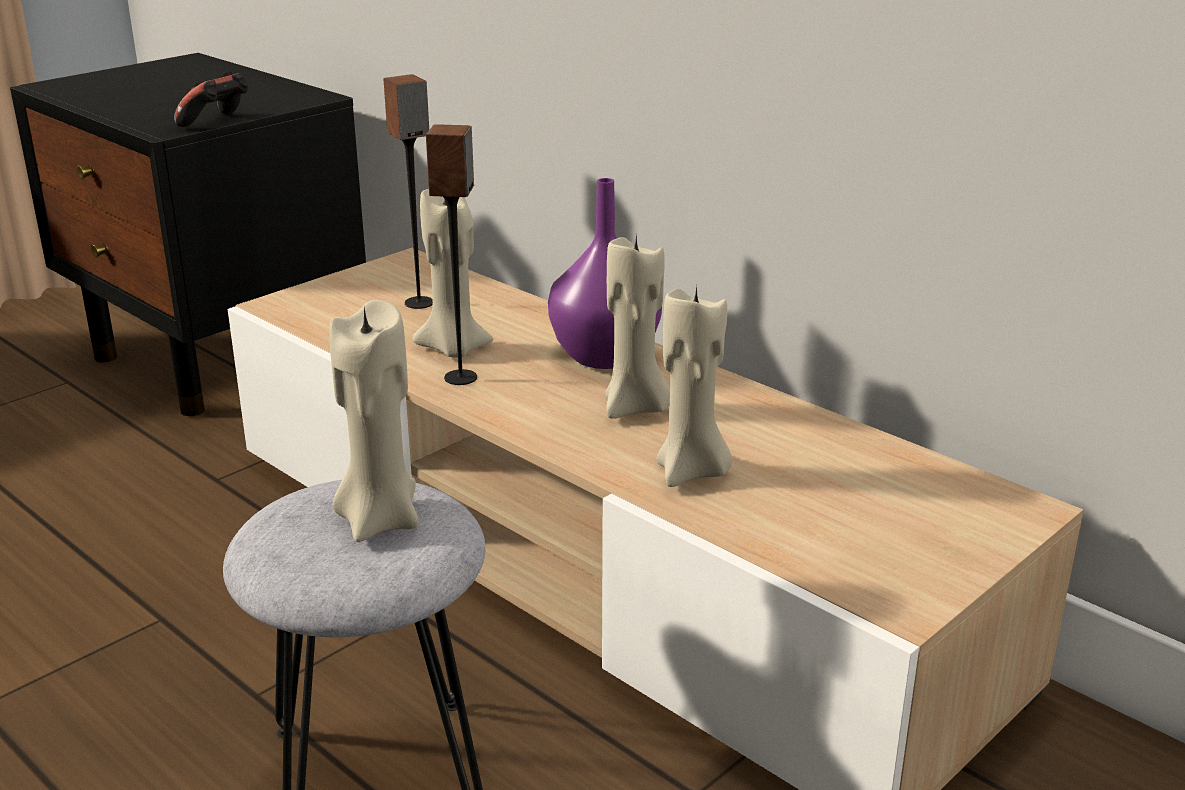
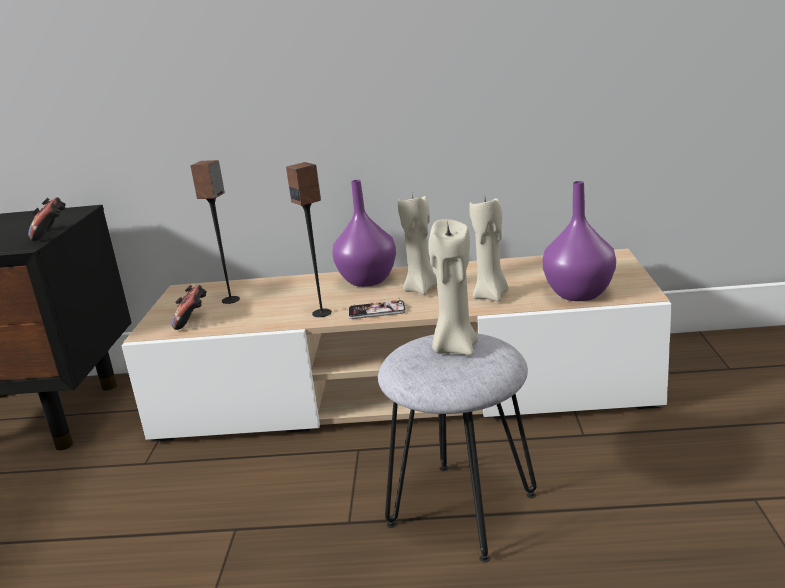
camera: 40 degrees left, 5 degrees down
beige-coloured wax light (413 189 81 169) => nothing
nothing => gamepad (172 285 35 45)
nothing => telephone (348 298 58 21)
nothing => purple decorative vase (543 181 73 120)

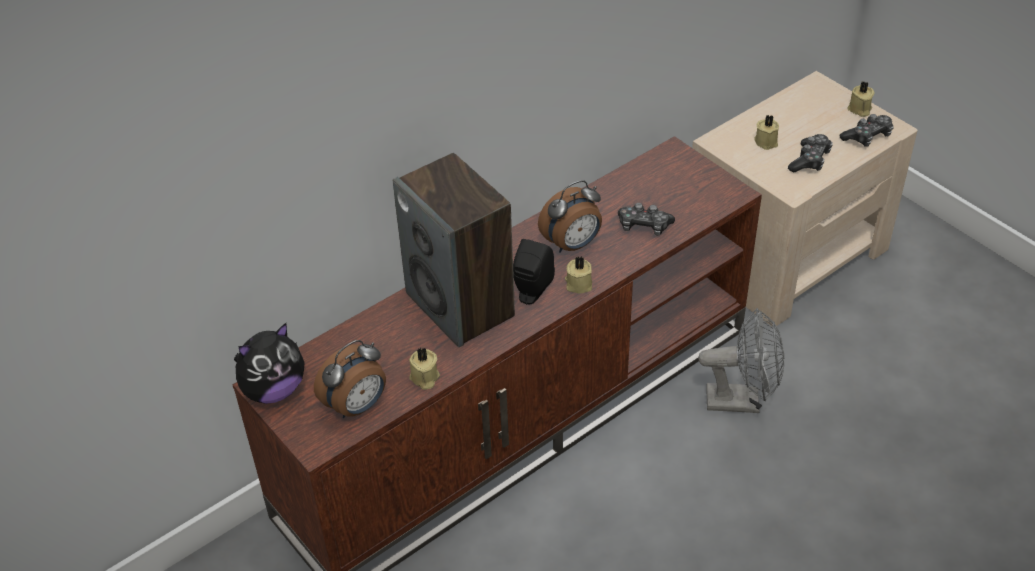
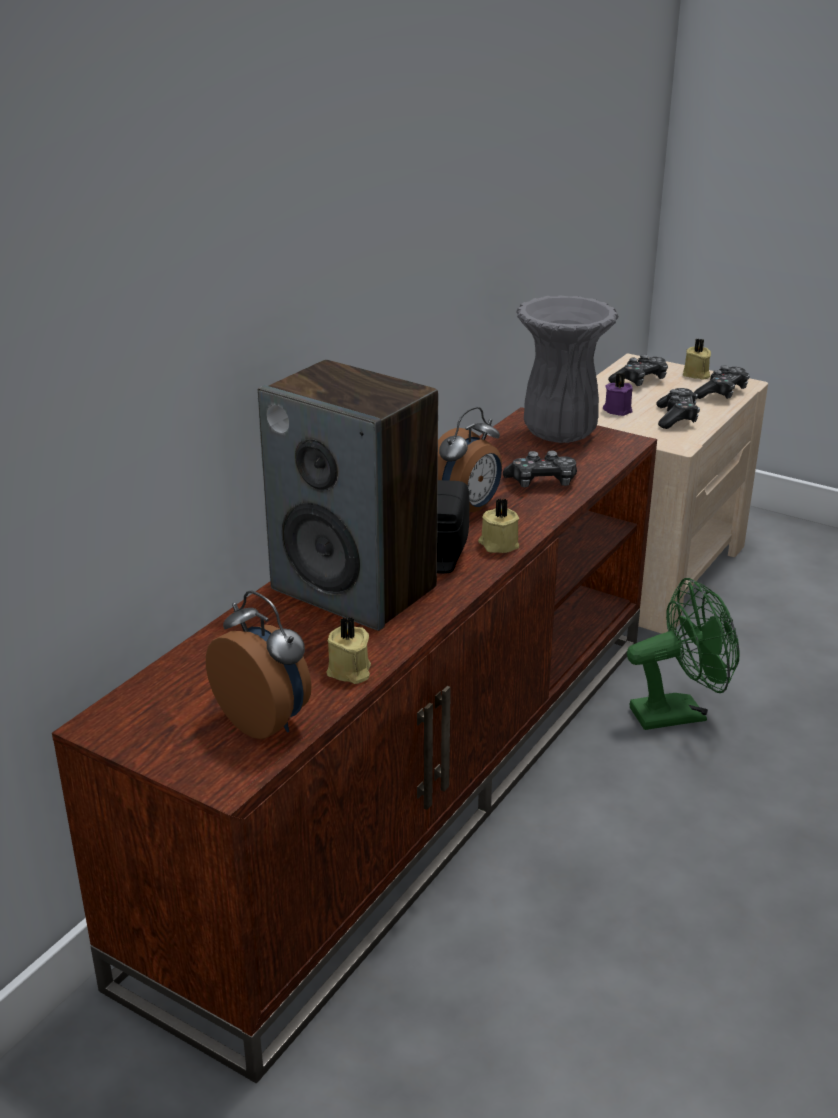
camera: 20 degrees left, 15 degrees down
soft toy (234 323 71 81) => nothing
alarm clock (314 340 72 78) => alarm clock (206 590 106 149), 75 degrees counterclockwise
greyish fan (698 308 86 105) => green-coloured fan (627 578 113 152)
beige-coloured wax light (754 115 25 35) => purple wax light (603 373 30 43)
nothing => greyish decorative vase (516 295 102 148)
nothing => gamepad (608 354 60 32)

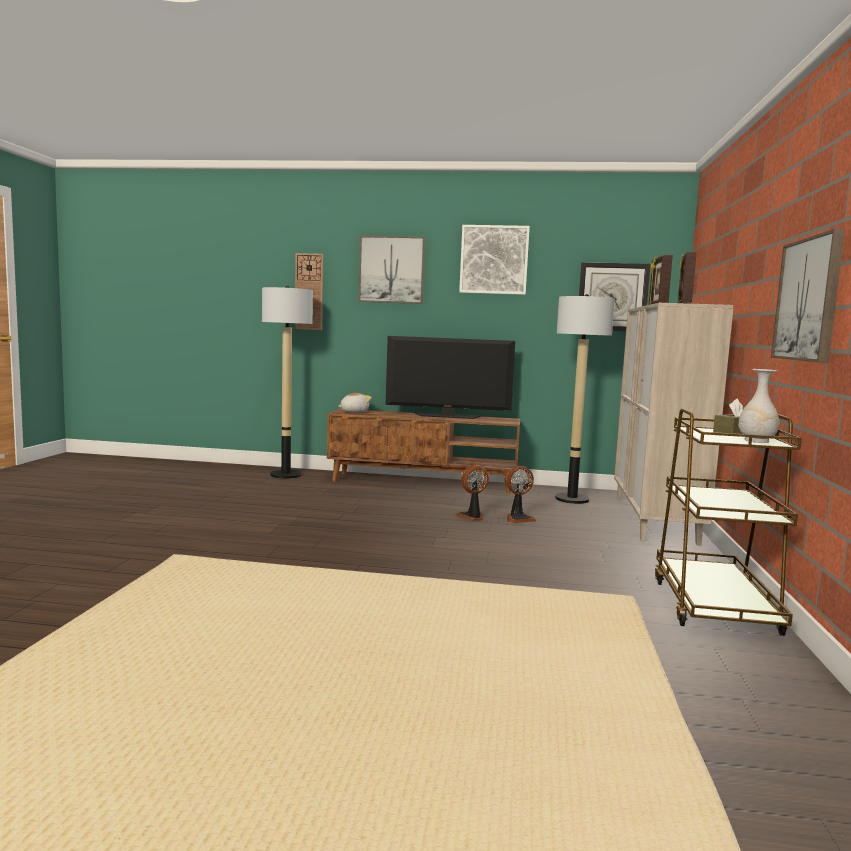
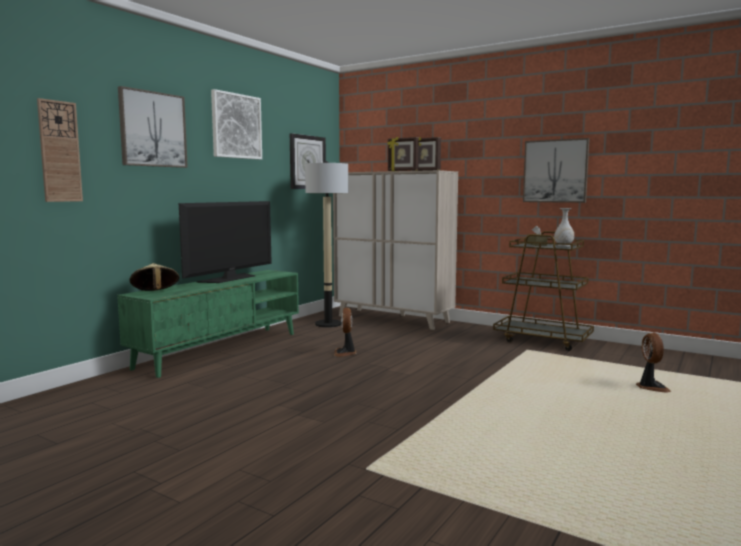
camera: 65 degrees left, 0 degrees up
floor lamp (262 286 51 193) => nothing
brownish media console (327 409 193 85) => green-coloured media console (117 270 182 108)
soft toy (338 393 34 19) => beige-coloured wearable hat (129 263 50 28)
fan (506 466 30 57) => fan (636 333 35 60), relocated

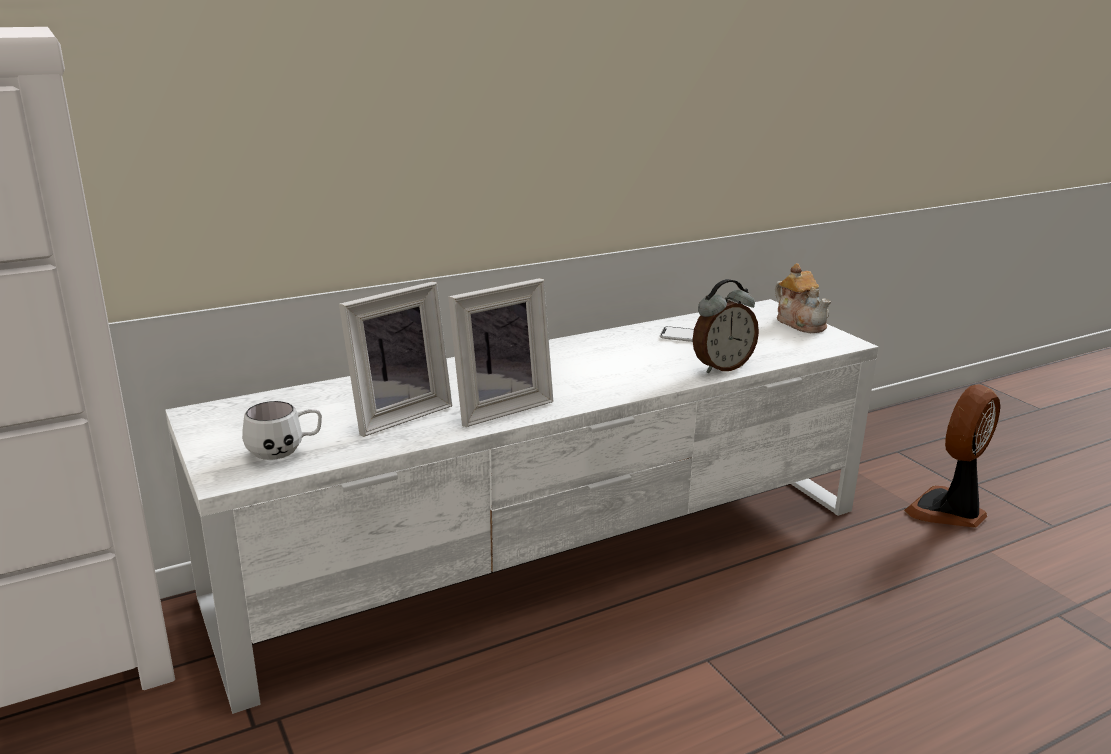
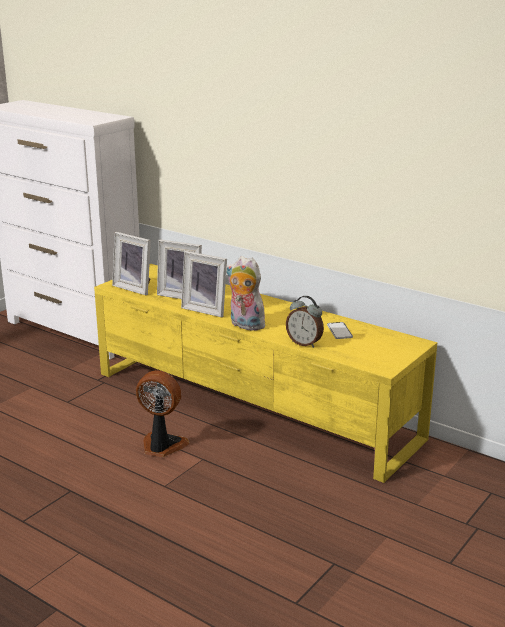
camera: 65 degrees right, 0 degrees up
white media console (165 299 713 415) => yellow media console (94 264 343 219)
white coffee mug (242 401 80 59) => photo frame (112 232 39 63)
tea pot (775 263 56 70) => nothing
fan (904 384 96 143) => fan (136 370 53 87), relocated
nothing => soft toy (226 256 39 75)

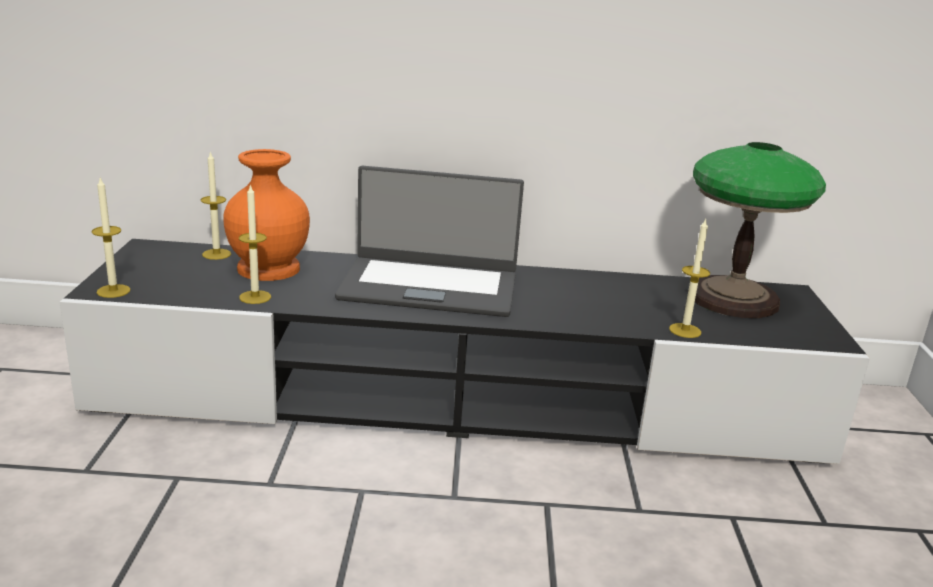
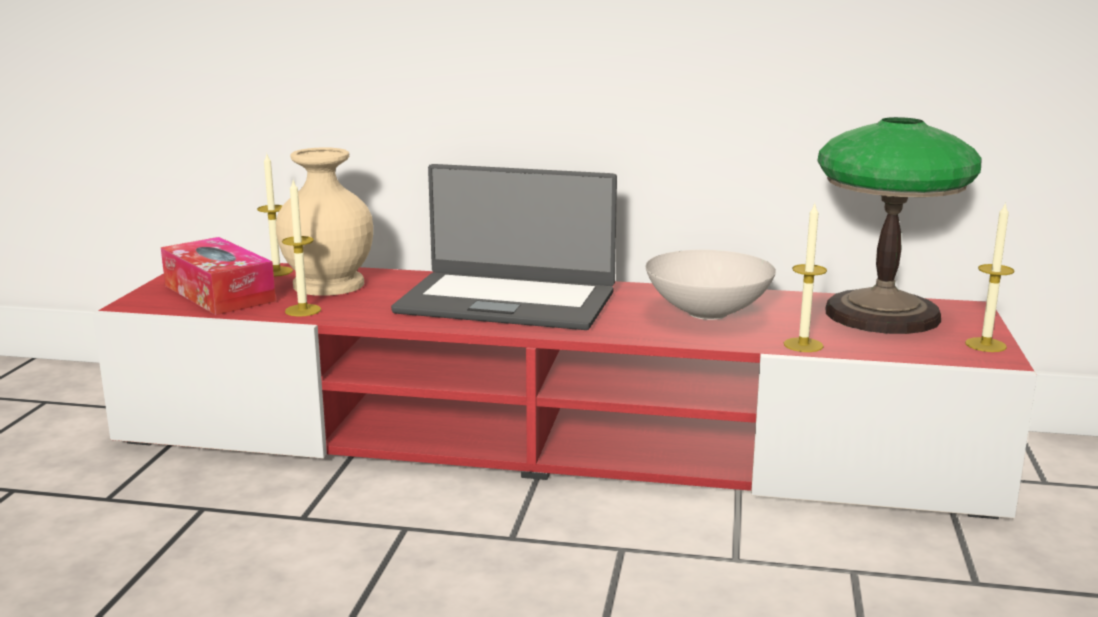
camera: 10 degrees right, 5 degrees down
blackish media console (60 239 810 225) => red media console (93 263 944 256)
wax light (92 178 39 120) => wax light (965 202 50 150), relocated
orangey decorative vase (223 149 87 132) => beige-coloured decorative vase (276 147 97 149)
nothing => box of tissues (161 237 115 78)
nothing => white deep dish (646 250 130 70)

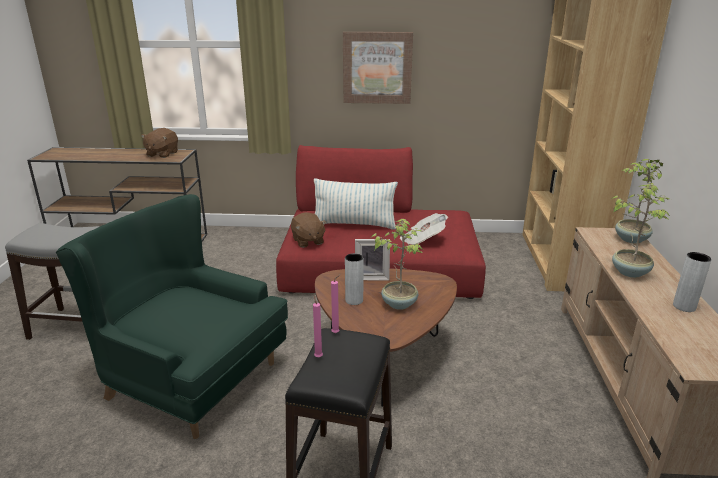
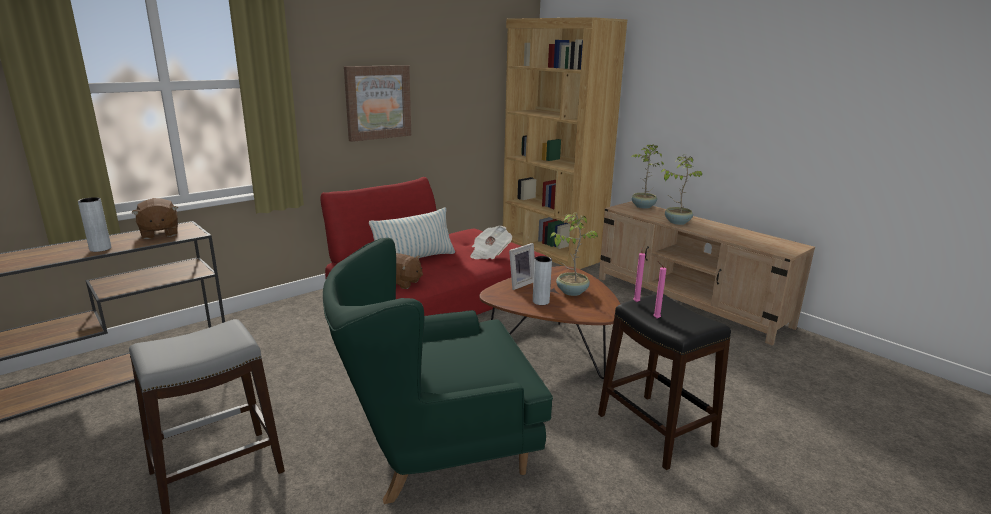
camera: 45 degrees left, 5 degrees down
greyish decorative vase (673 252 38 60) => greyish decorative vase (78 197 33 55), relocated

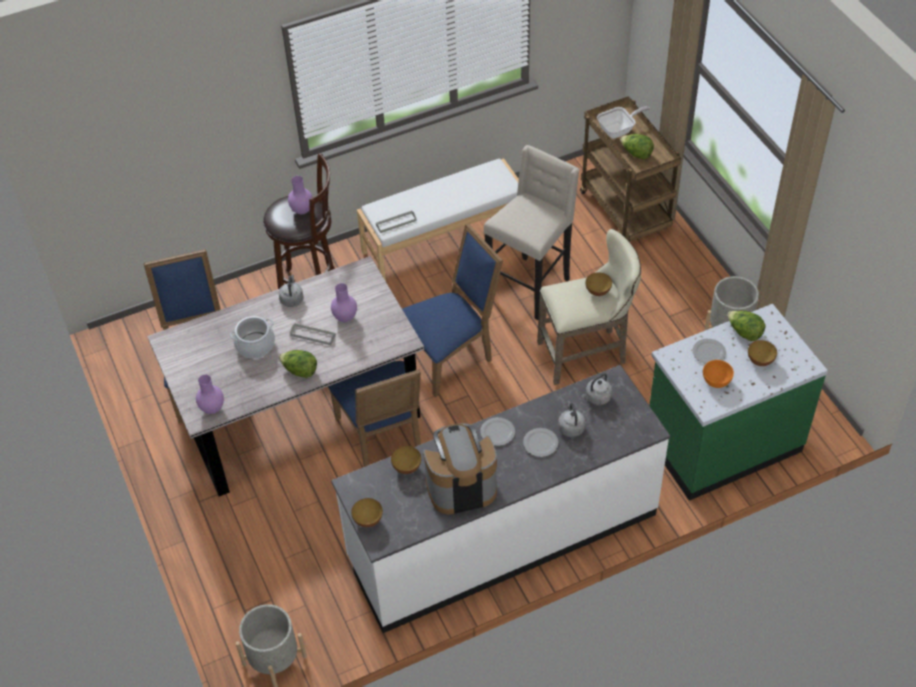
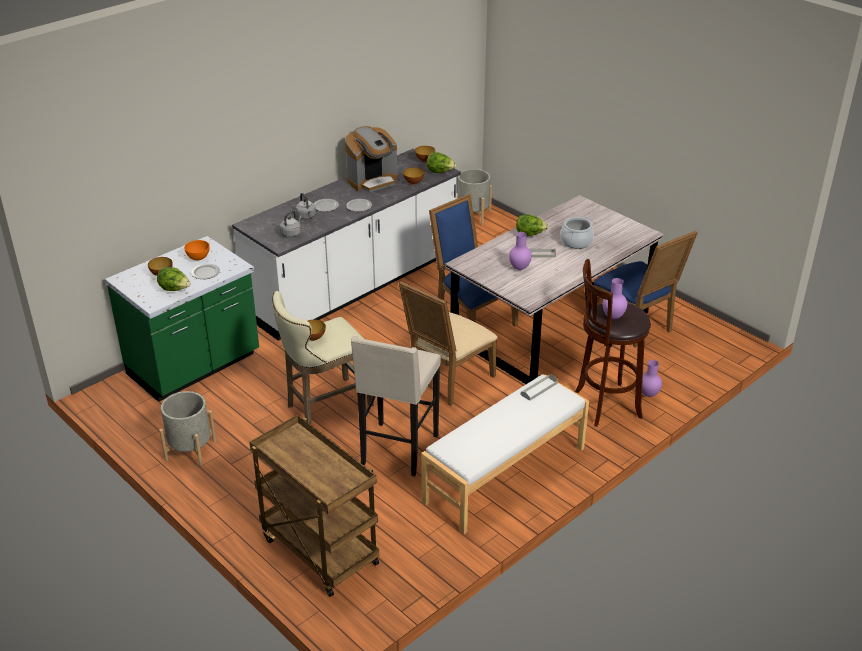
camera: 160 degrees right, 15 degrees down
purple decorative vase (196 375 28 39) => purple decorative vase (642 360 20 37), relocated
greyish water kettle (278 275 26 32) => nothing
bluish plain chair (402 223 101 174) => beige-coloured plain chair (399 281 98 125)
skillet (597 106 53 33) => nothing
lettuce head (620 134 34 25) => lettuce head (427 153 29 20), relocated

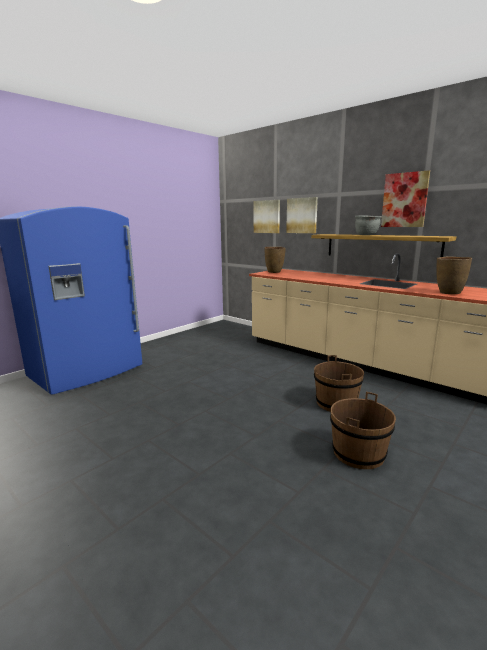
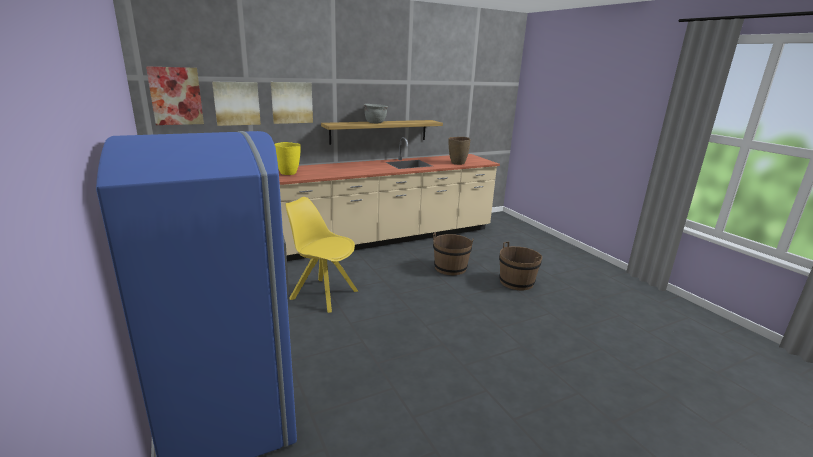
camera: 70 degrees left, 5 degrees up
brownish decorative vase (265 247 21 26) => yellow decorative vase (274 142 27 33)
wall picture (381 170 49 57) => wall picture (146 66 58 59), relocated
nothing => yellow plain chair (285 197 73 116)

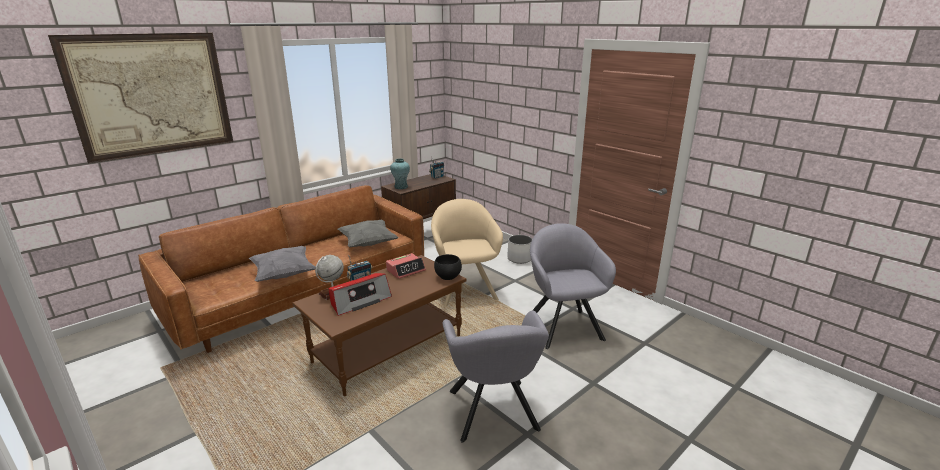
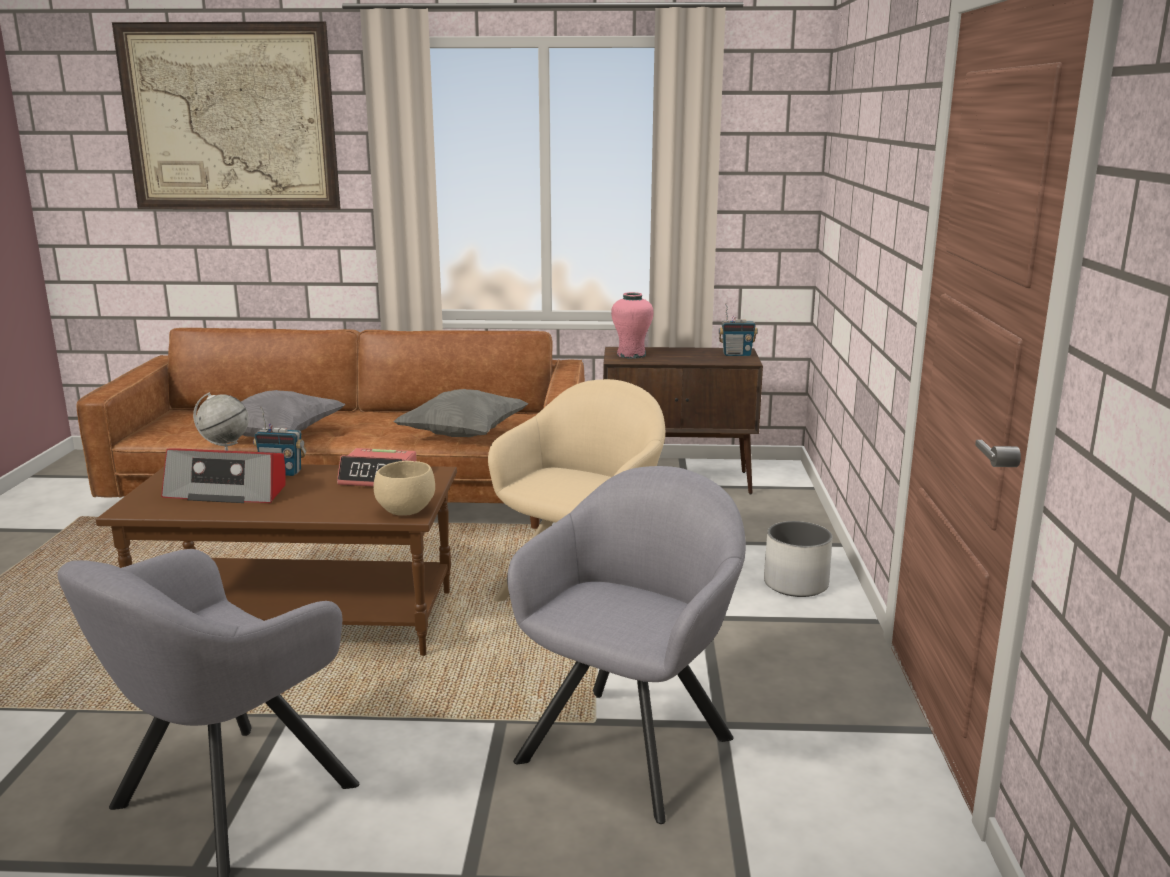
camera: 45 degrees right, 5 degrees down
blue-green decorative vase (390 159 20 30) => pink-coloured decorative vase (611 292 43 66)
blackish deep dish (434 254 28 26) => beige-coloured deep dish (374 461 61 55)

